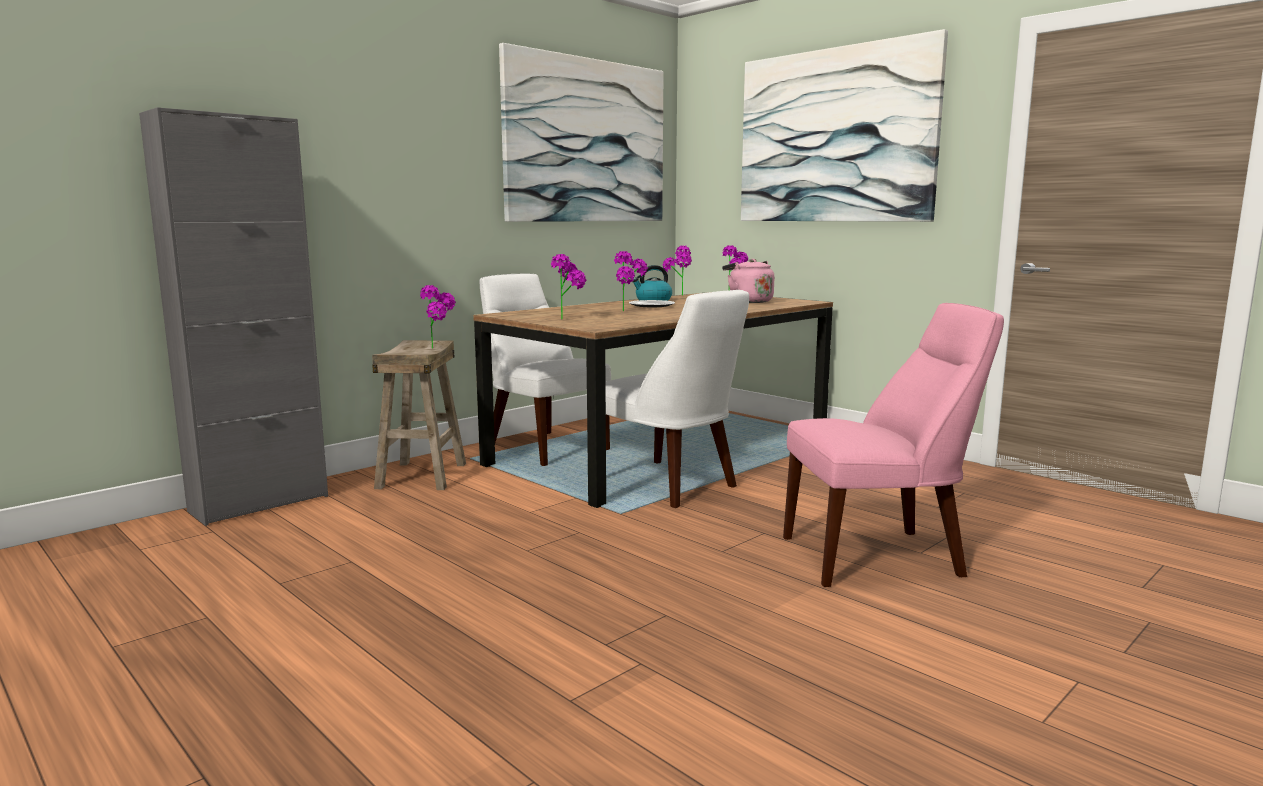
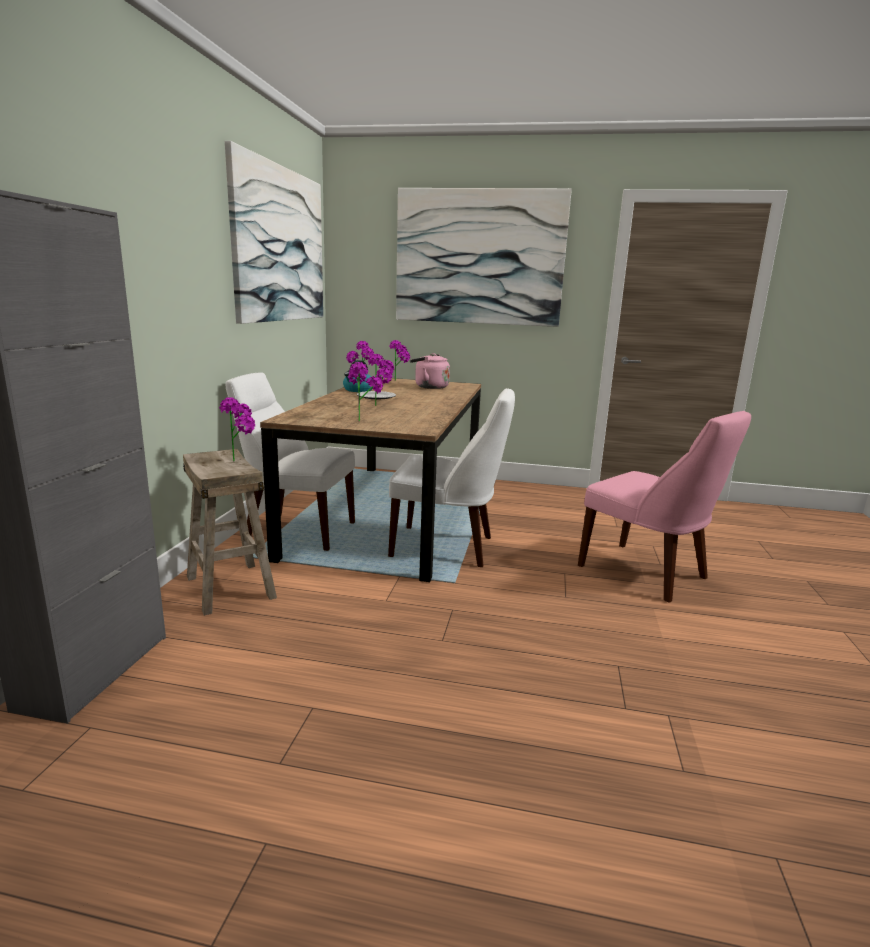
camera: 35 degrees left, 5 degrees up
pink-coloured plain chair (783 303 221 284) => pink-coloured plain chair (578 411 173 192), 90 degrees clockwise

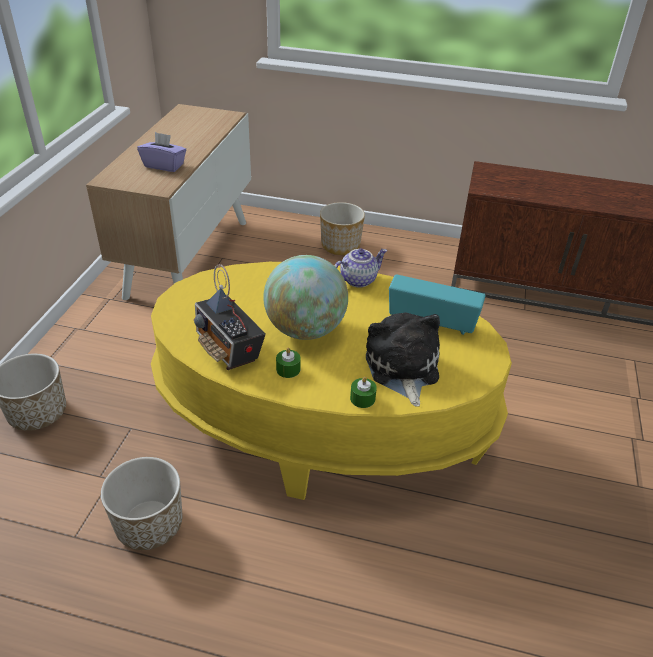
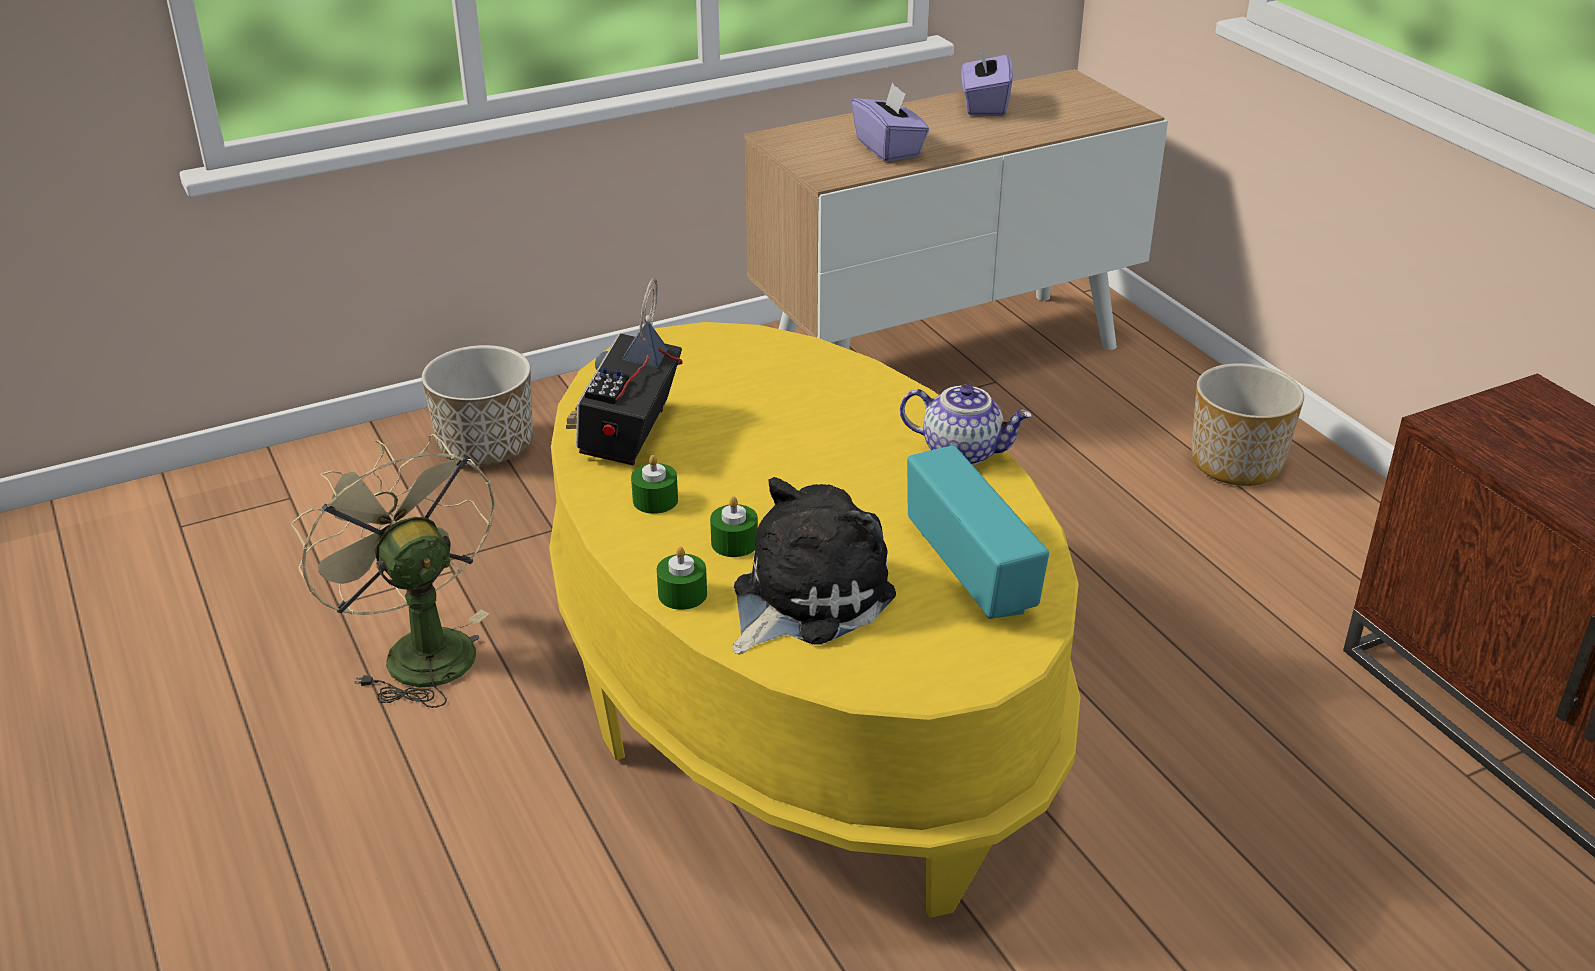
camera: 50 degrees right, 5 degrees down
plant pot (101 457 82 93) => beige-coloured fan (291 434 204 274)
globe (263 255 85 85) => nothing
nothing => green-coloured wax light (710 496 48 61)
nothing => purple box of tissues (962 43 51 73)

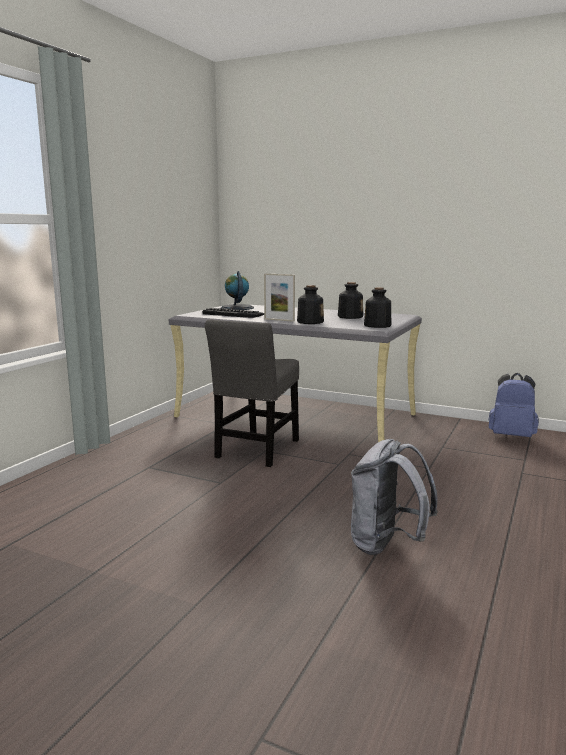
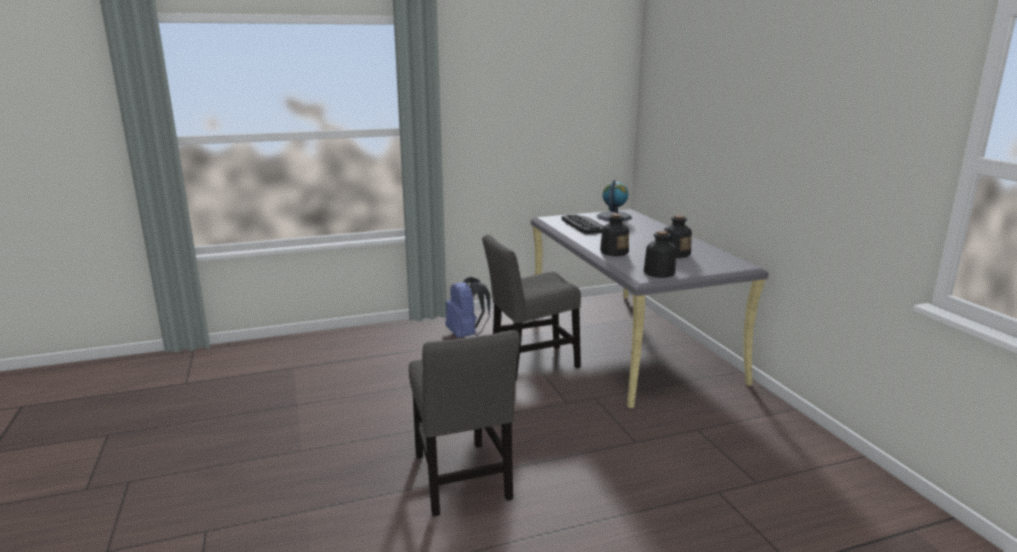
camera: 45 degrees right, 5 degrees up
photo frame (264 274 31 48) => nothing
greyish knapsack (351 439 87 116) => greyish plain chair (409 330 111 187)
bluish knapsack (488 373 51 64) => bluish knapsack (445 277 45 61), relocated

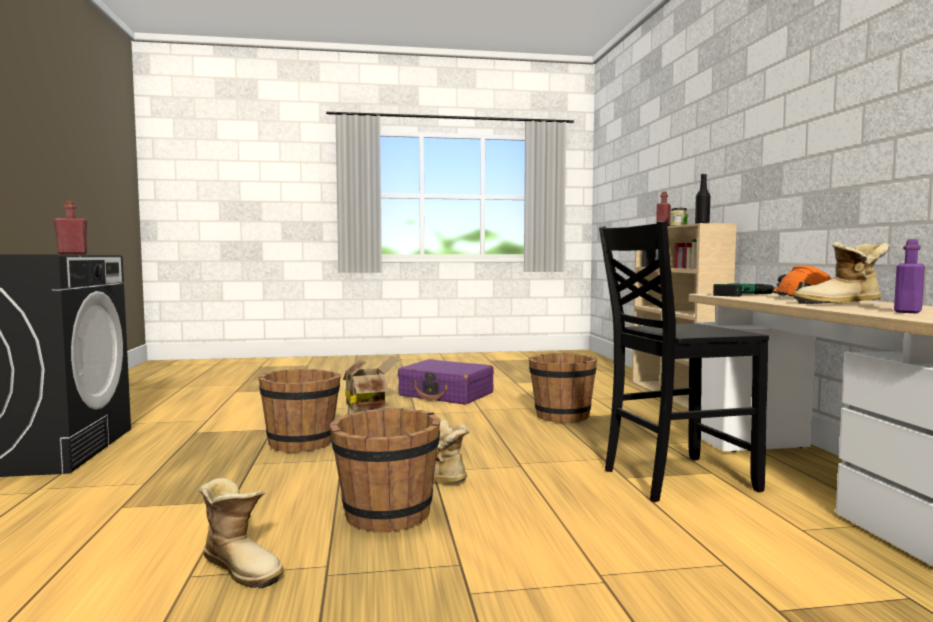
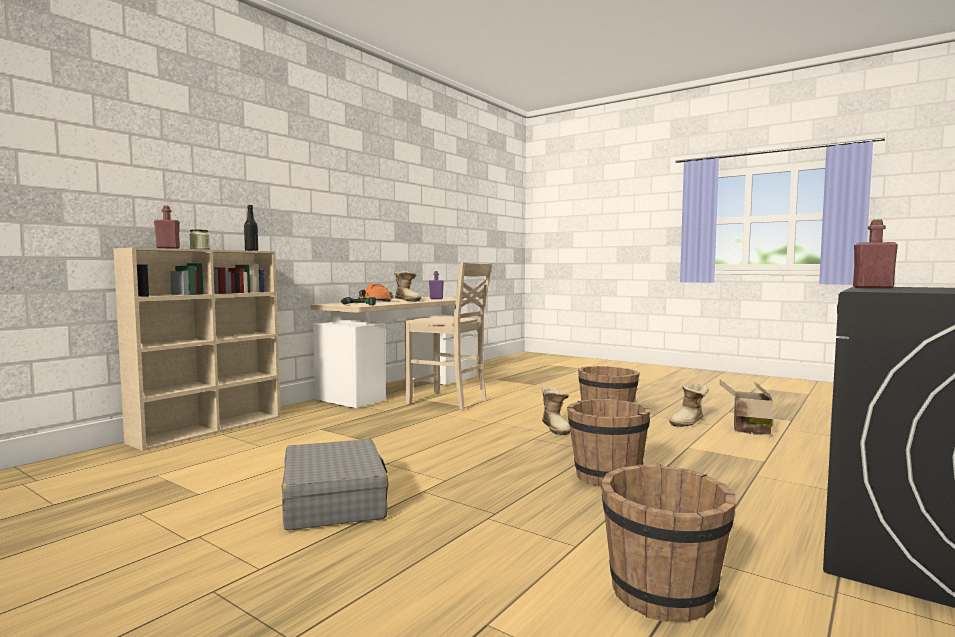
camera: 135 degrees left, 0 degrees up
tall boot (199 478 85 110) => tall boot (669 383 40 44), 120 degrees counterclockwise
cardboard box (343 356 56 54) => cardboard box (720 380 53 54), relocated
purple travel case (398 359 96 46) => greyish travel case (281 439 107 91)
brownish pail (529 353 68 70) => brownish pail (601 464 135 158), relocated
blackish plain chair (599 221 170 281) => beige-coloured plain chair (405 262 87 149)

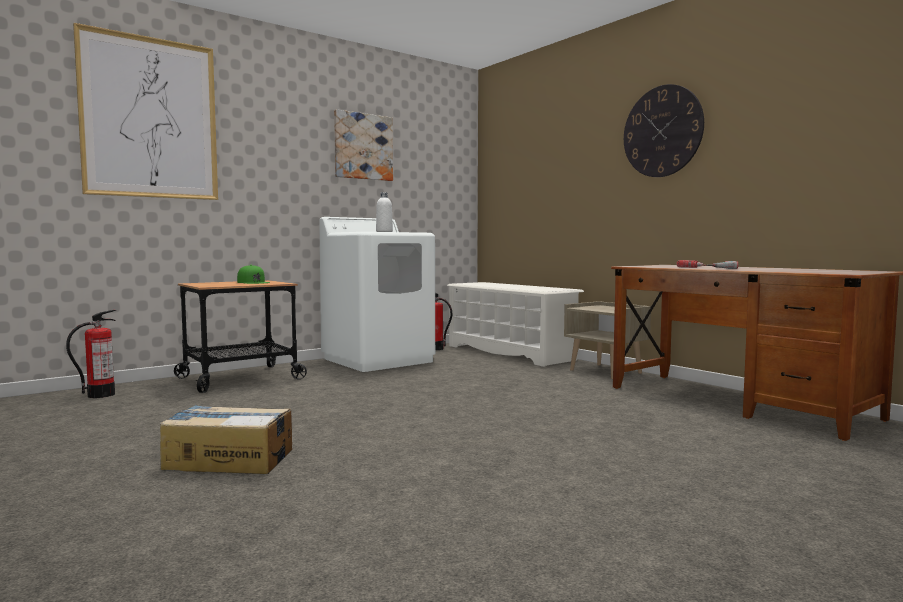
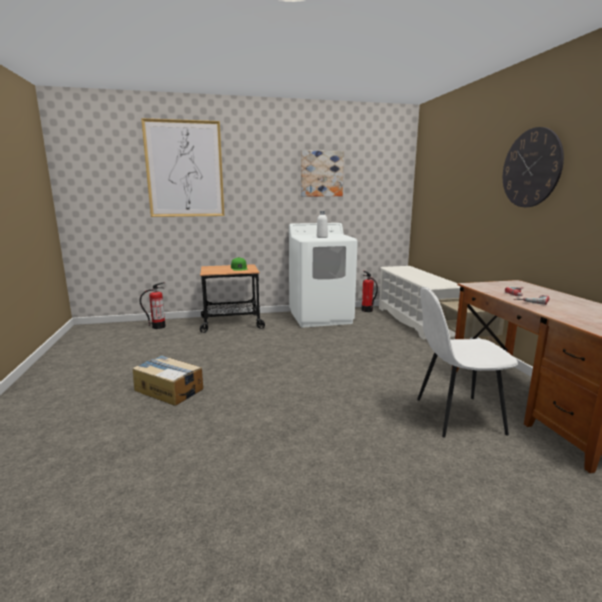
camera: 25 degrees right, 10 degrees up
nothing => white plain chair (417 287 101 151)

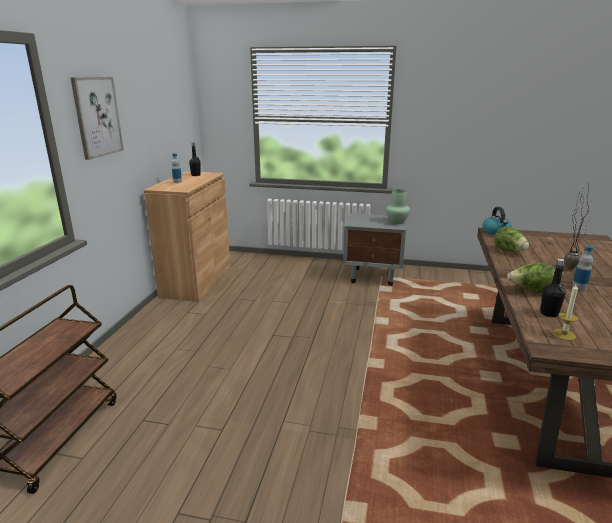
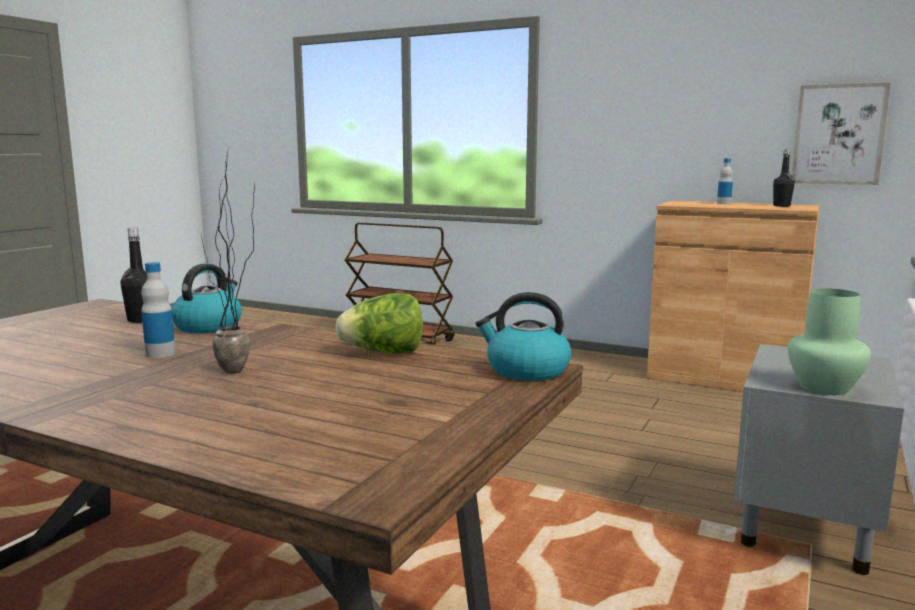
camera: 105 degrees right, 10 degrees down
wall picture (71 77 53 83) => wall picture (792 82 99 103), relocated
lettuce head (507 262 48 31) => water kettle (172 264 70 69)
wax light (552 283 27 57) => nothing

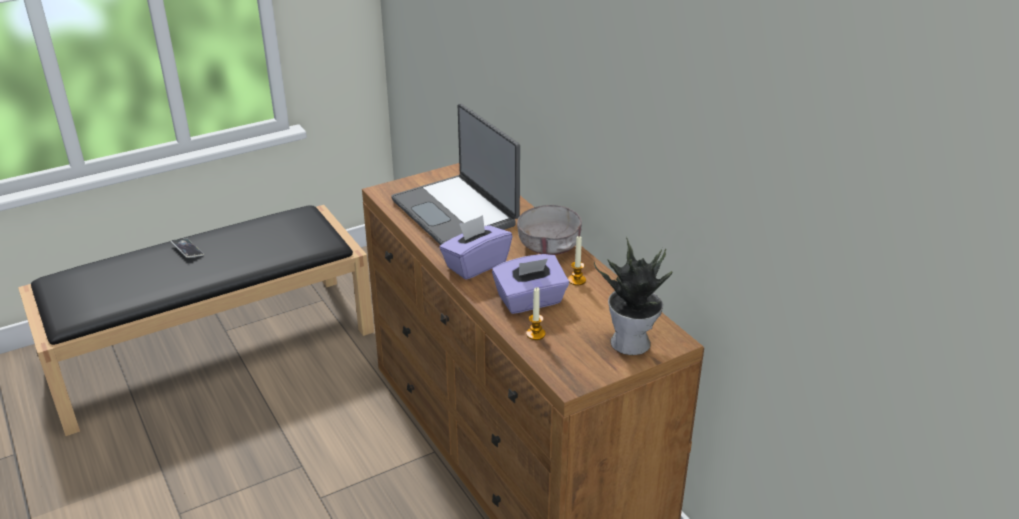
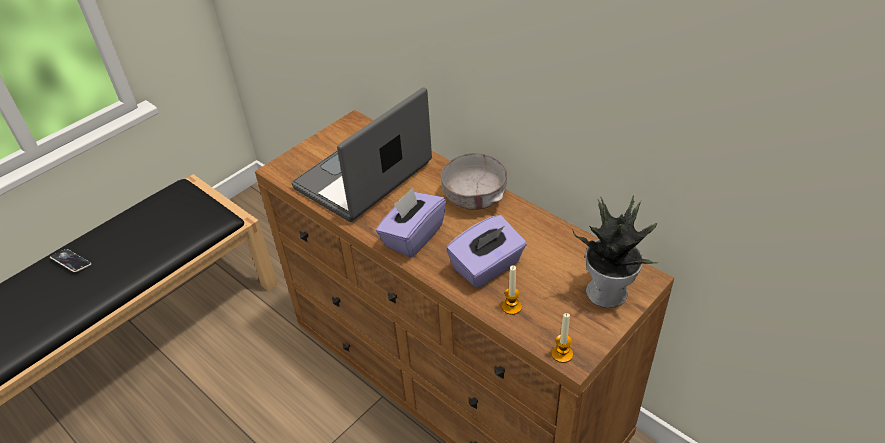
camera: 15 degrees left, 10 degrees up
portable computer (391 104 129 141) => portable computer (291 87 141 135), 90 degrees clockwise
wax light (568 236 18 49) => wax light (551 313 22 50), relocated

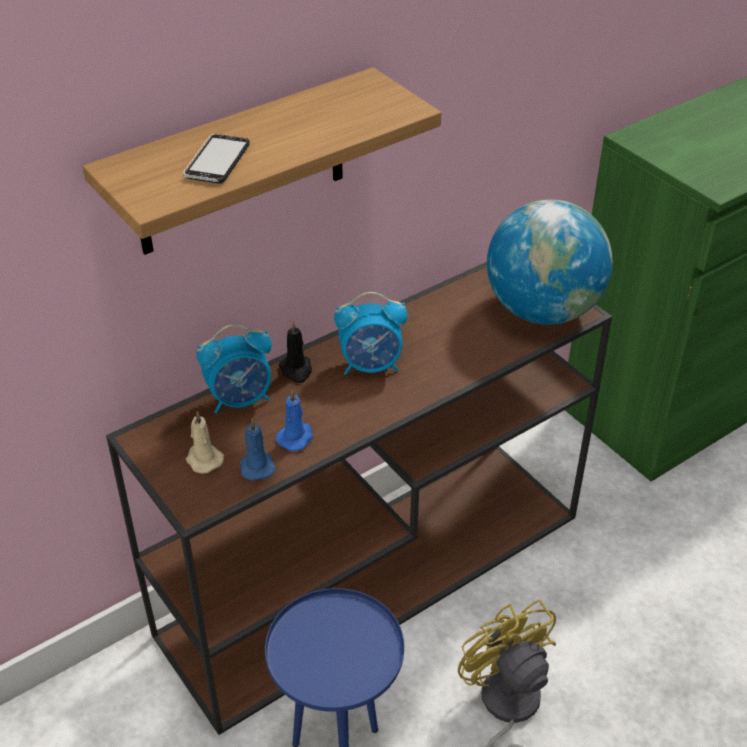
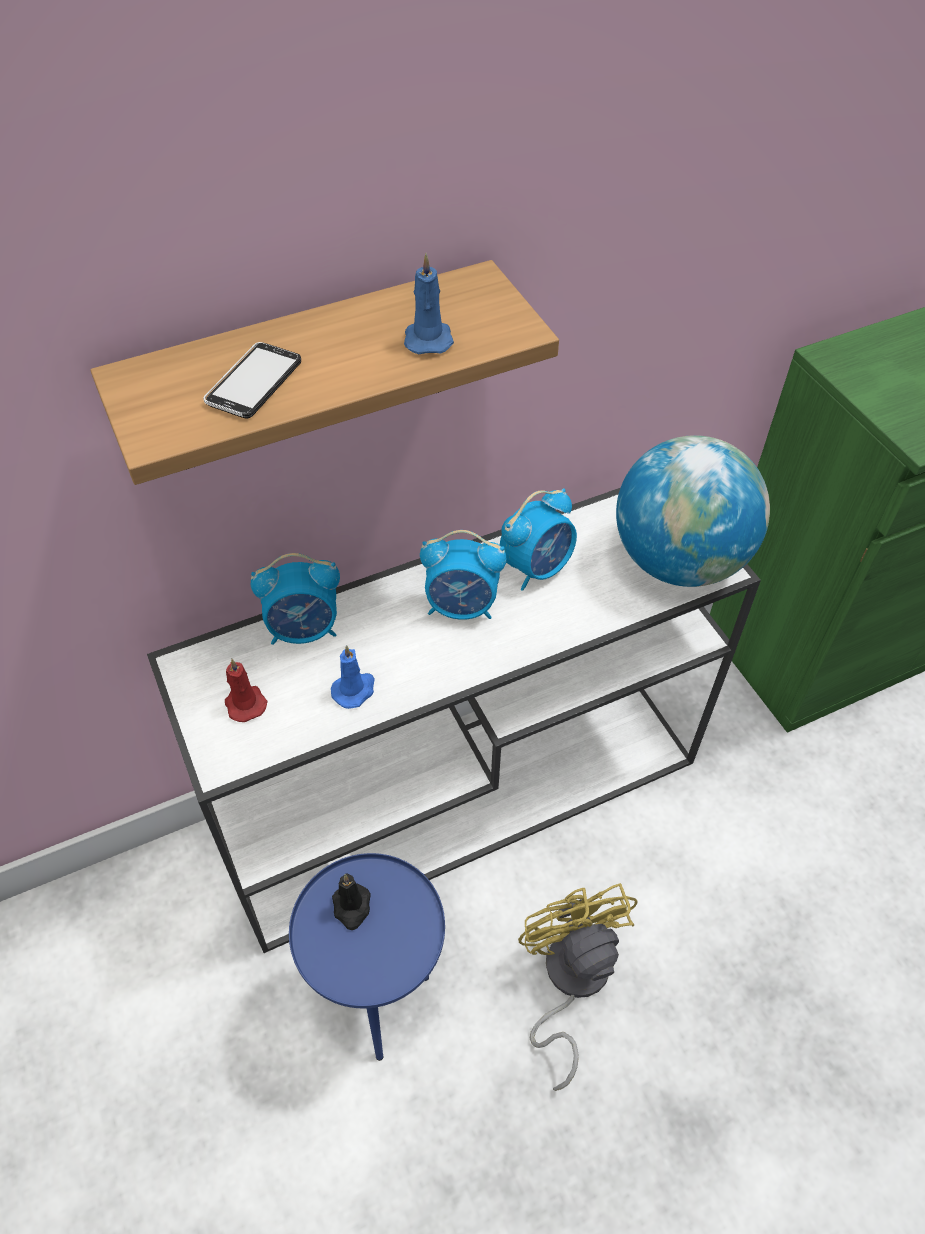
camera: 10 degrees right, 10 degrees up
brownish console table (106 262 506 473) => white console table (147 488 614 465)
beige-coloured wax light (186 411 38 62) => red wax light (225 659 43 63)
bluish wax light (240 418 36 63) => bluish wax light (404 253 50 101), relocated
blackish wax light (279 321 33 62) => blackish wax light (332 873 39 57), relocated
nothing => alarm clock (500 488 77 103)

